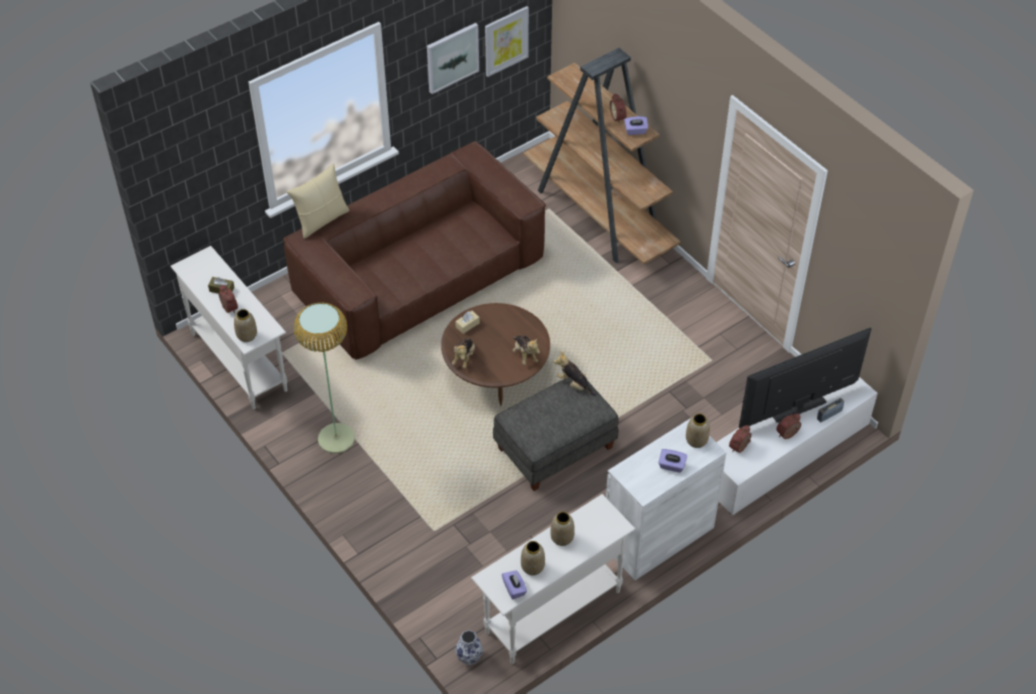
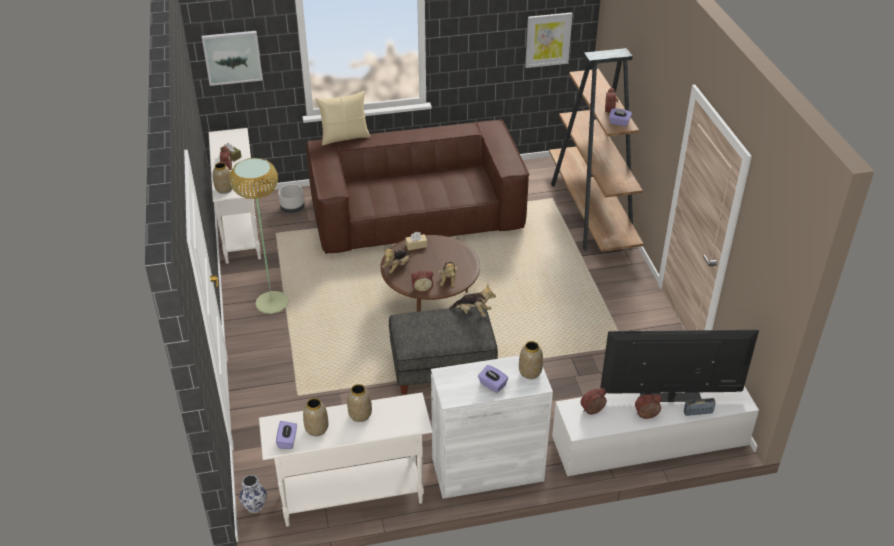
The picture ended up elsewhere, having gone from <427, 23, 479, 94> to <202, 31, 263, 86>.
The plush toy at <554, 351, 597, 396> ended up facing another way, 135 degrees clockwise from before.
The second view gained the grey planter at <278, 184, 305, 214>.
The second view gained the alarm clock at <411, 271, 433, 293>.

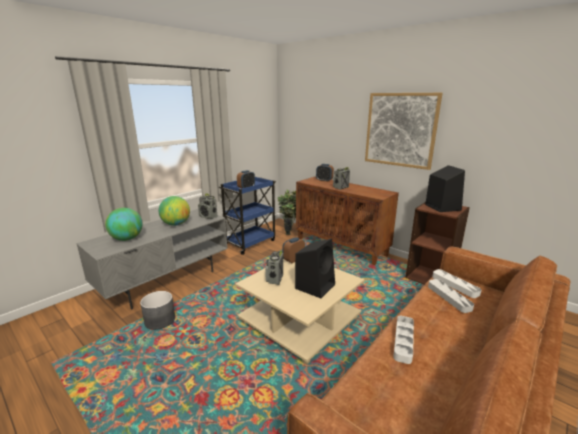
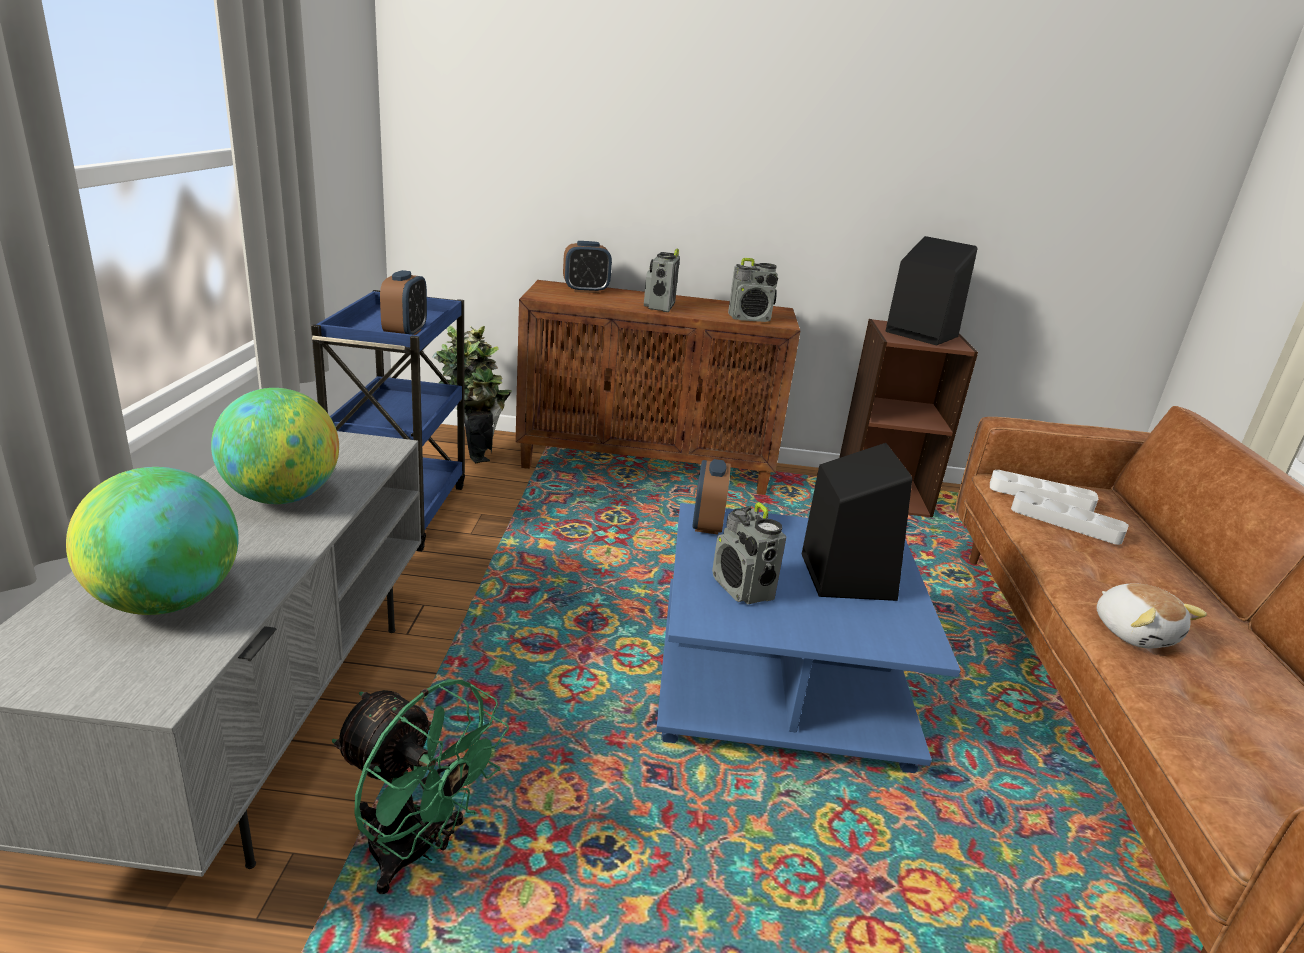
Where the grey planter stood at <140, 291, 175, 330>, the green fan came to stand at <332, 680, 509, 894>.
The radio ended up elsewhere, having gone from <198, 193, 218, 219> to <728, 258, 778, 322>.
What was the beige coffee table at <235, 259, 364, 365> turned into the blue coffee table at <656, 503, 961, 773>.
The second view lost the picture at <365, 93, 442, 170>.
Where the white tray stood at <393, 316, 414, 364>, the plush toy came to stand at <1097, 584, 1207, 648>.

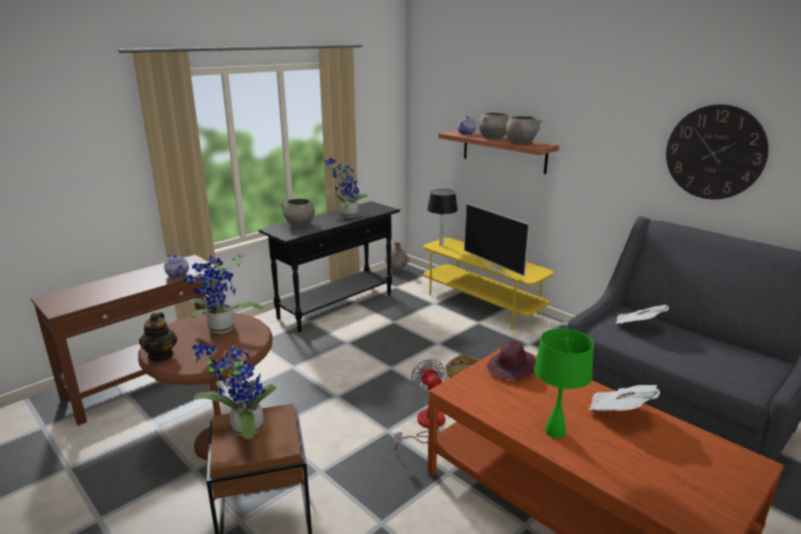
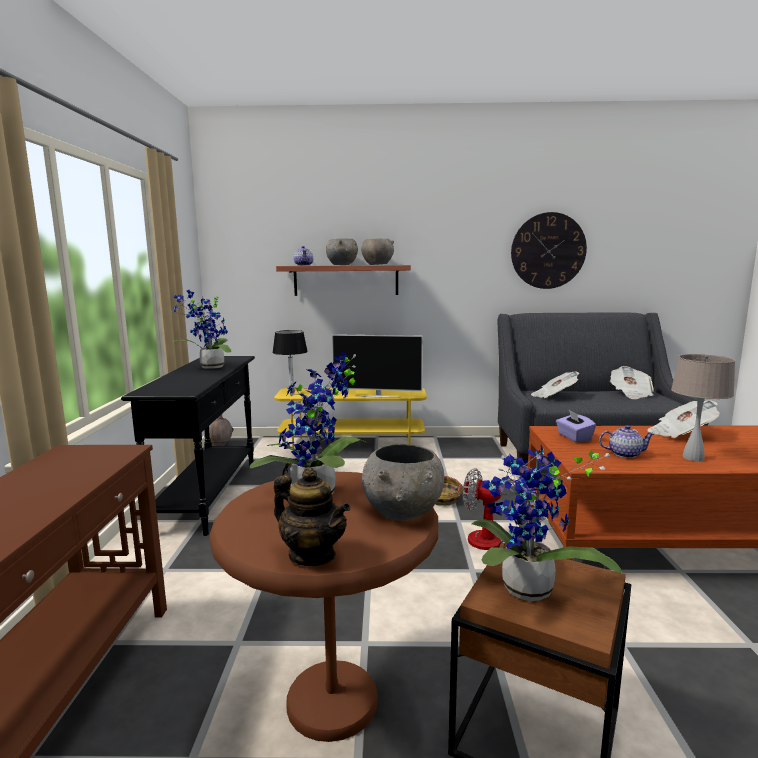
The teapot ended up elsewhere, having gone from <164, 254, 189, 278> to <599, 425, 655, 458>.
The grey bowl ended up elsewhere, having gone from <280, 199, 315, 227> to <362, 444, 444, 521>.
Where the purple hat stood at <486, 342, 536, 380>, the purple tissue box came to stand at <556, 410, 596, 443>.
What was the green table lamp at <534, 328, 594, 438> turned into the beige table lamp at <671, 354, 735, 461>.
The second view gained the newspaper at <610, 366, 654, 399>.

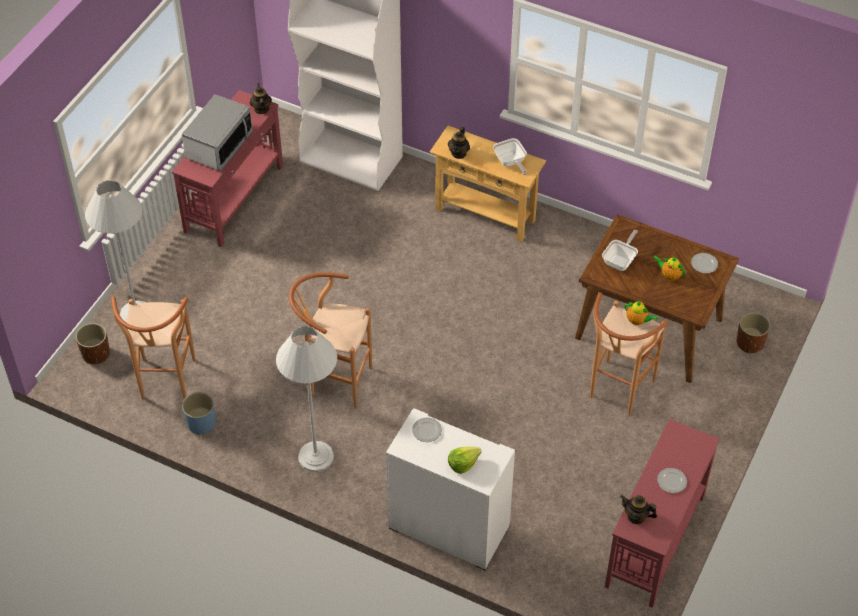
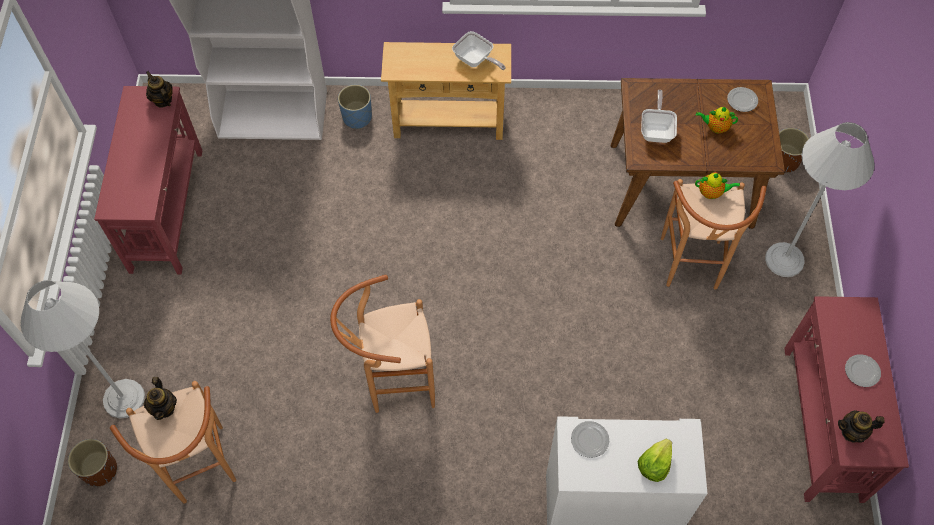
The second view lost the microwave at <182, 94, 252, 171>.
The blue planter ended up elsewhere, having gone from <182, 392, 216, 435> to <338, 85, 372, 129>.
The white floor lamp ended up elsewhere, having gone from <276, 326, 337, 472> to <765, 122, 874, 277>.
The teapot ended up elsewhere, having gone from <448, 127, 470, 159> to <144, 377, 177, 420>.

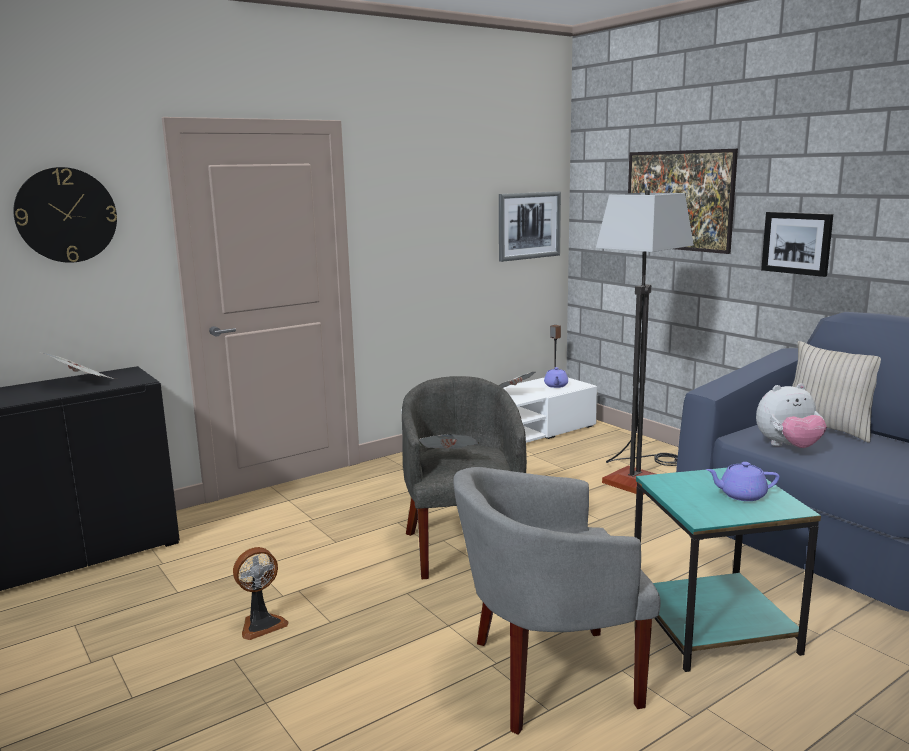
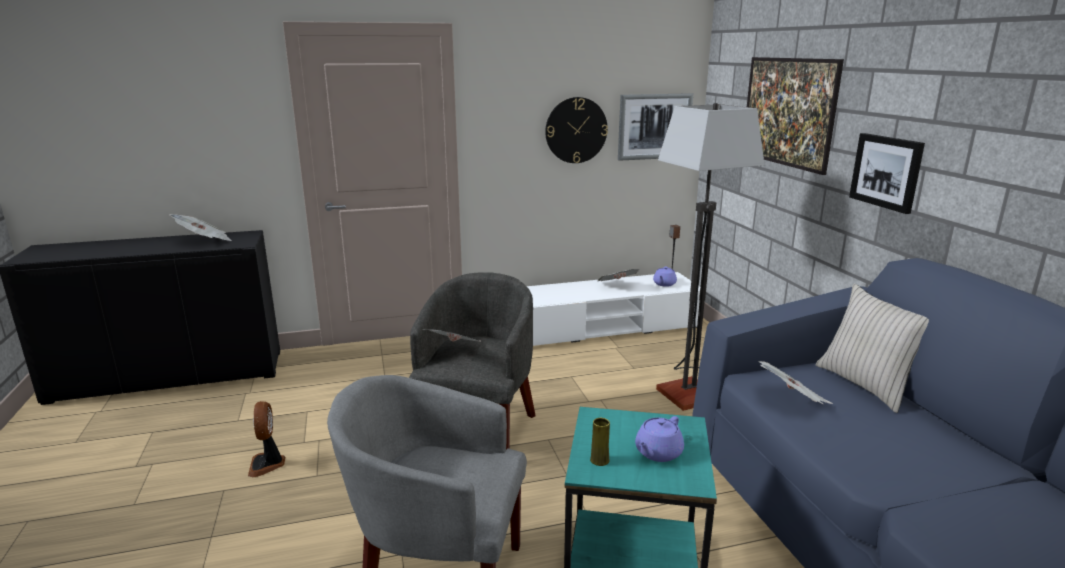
The wall clock ended up elsewhere, having gone from <13, 167, 117, 263> to <545, 97, 608, 163>.
The fan at <233, 547, 289, 640> ended up facing another way, 90 degrees clockwise from before.
The purple teapot at <706, 462, 779, 501> ended up facing another way, 75 degrees counterclockwise from before.
Where the plush toy stood at <756, 383, 827, 448>, the newspaper came to stand at <758, 361, 833, 404>.
The second view gained the yellow vase at <590, 418, 610, 466>.

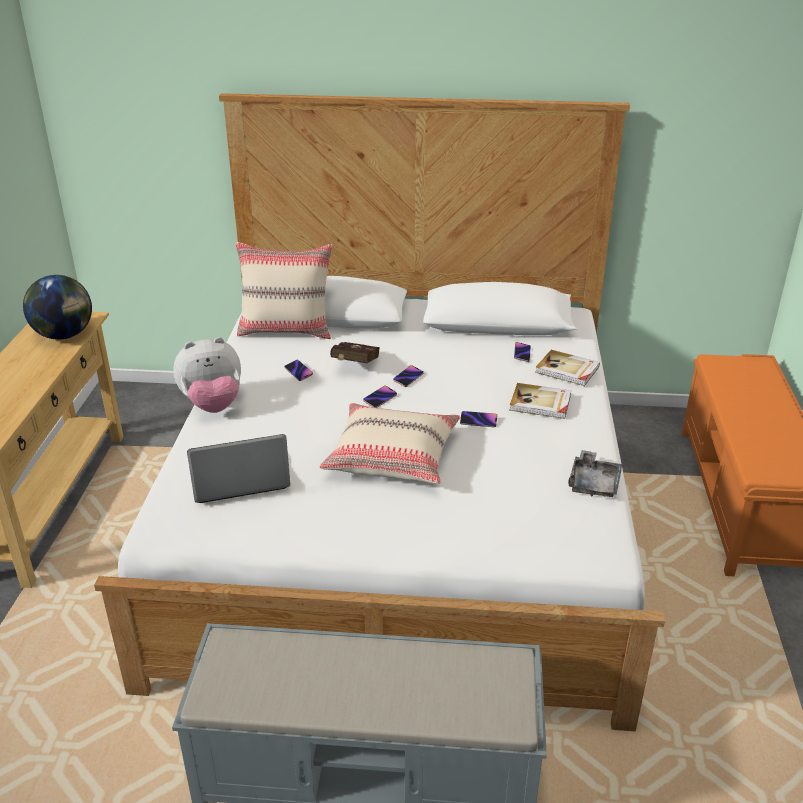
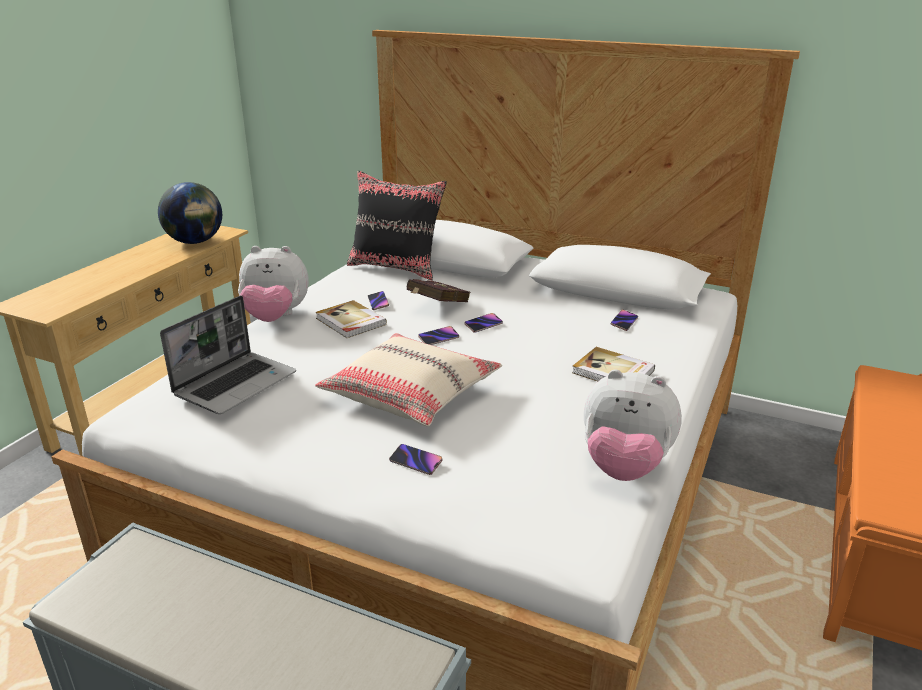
The laptop at <187, 434, 290, 503> ended up facing another way, 120 degrees clockwise from before.
What was the beige pillow at <236, 242, 332, 339> turned into the black pillow at <347, 171, 447, 280>.
The phone ended up elsewhere, having gone from <460, 411, 497, 427> to <389, 444, 443, 475>.
The book ended up elsewhere, having gone from <535, 350, 600, 386> to <315, 300, 387, 338>.
Where the grey tray stood at <568, 450, 622, 497>, the plush toy came to stand at <584, 369, 682, 481>.

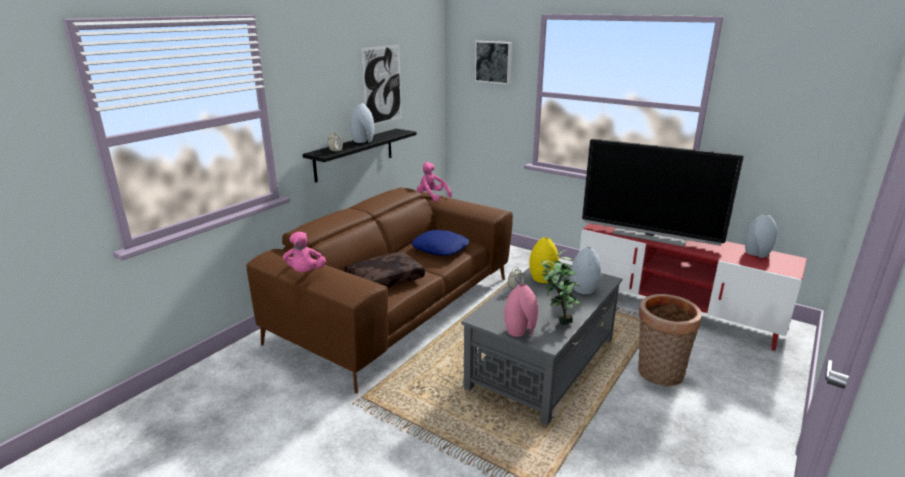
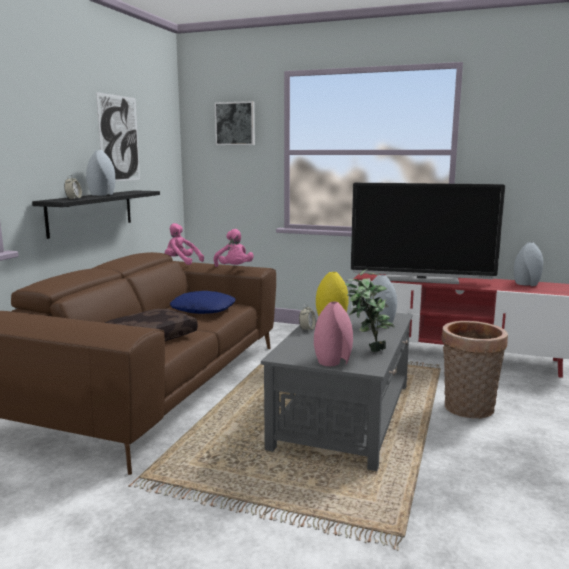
The pink plush toy ended up elsewhere, having gone from <283, 232, 326, 272> to <214, 229, 254, 267>.

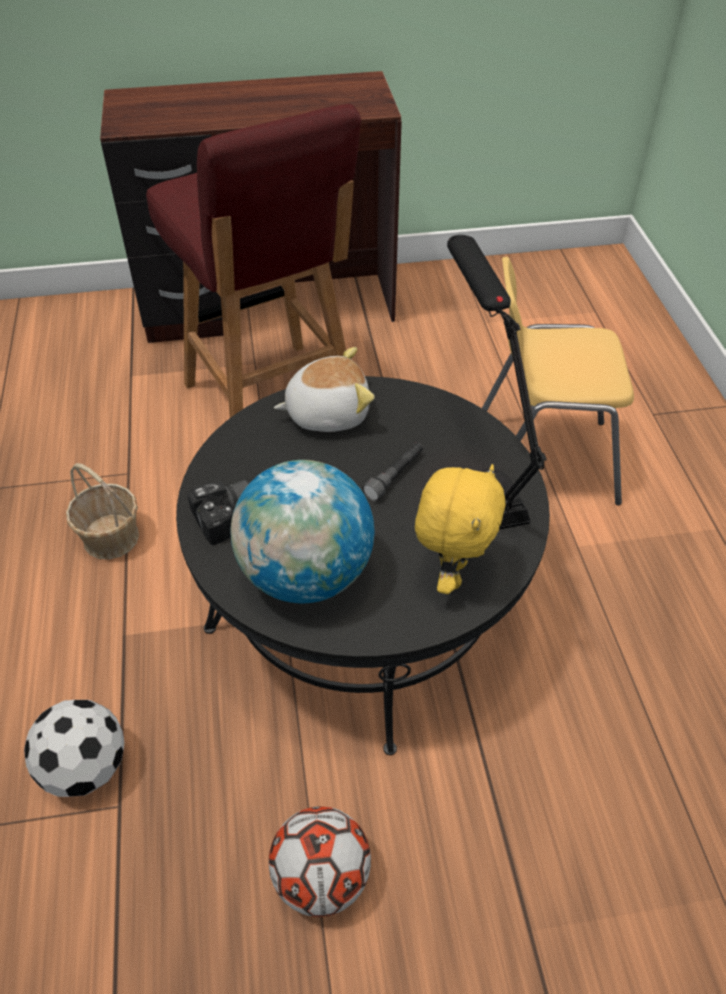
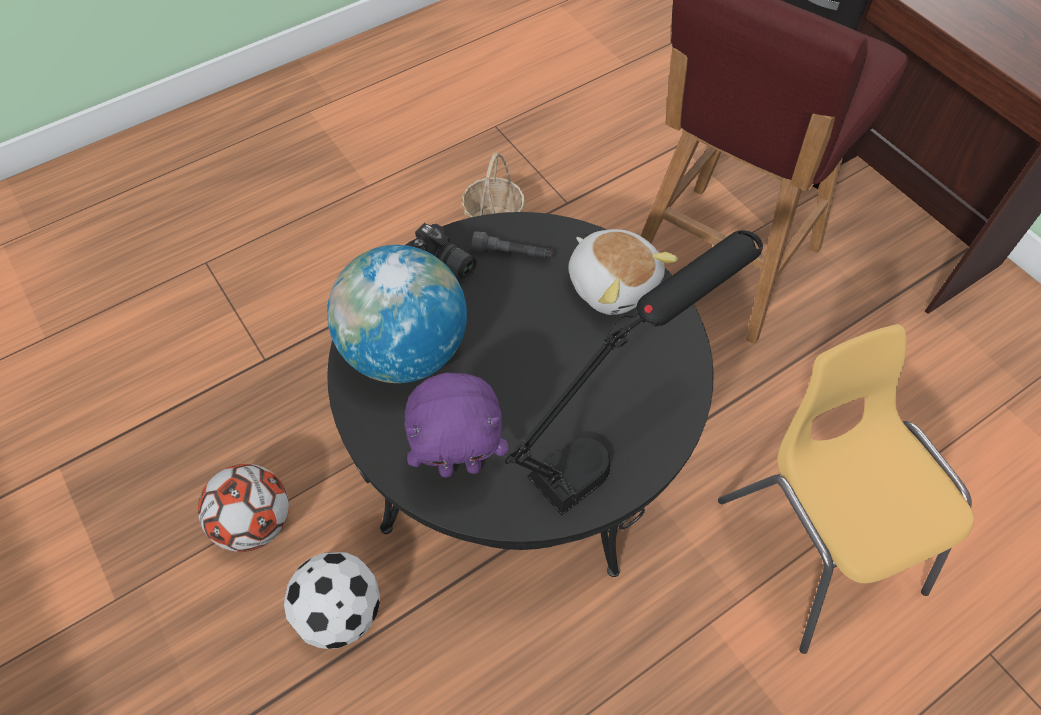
The football ended up elsewhere, having gone from <24, 700, 124, 797> to <284, 552, 380, 649>.
The grey flashlight ended up elsewhere, having gone from <362, 442, 423, 501> to <471, 231, 553, 260>.
What was the yellow plush toy at <415, 464, 506, 594> turned into the purple plush toy at <404, 373, 509, 477>.

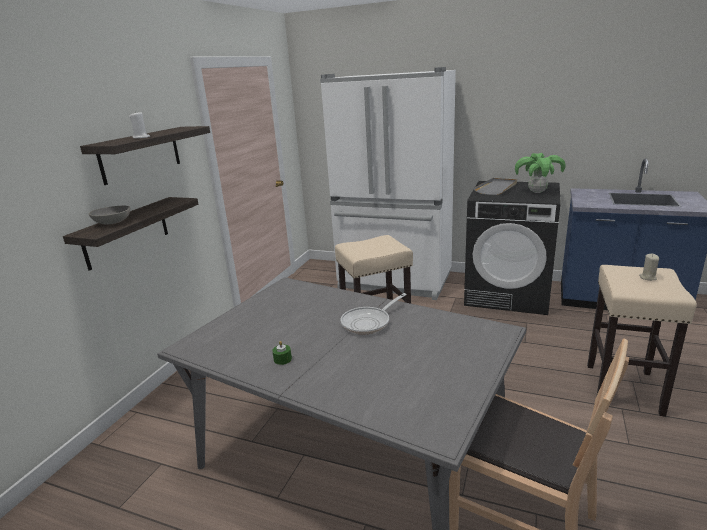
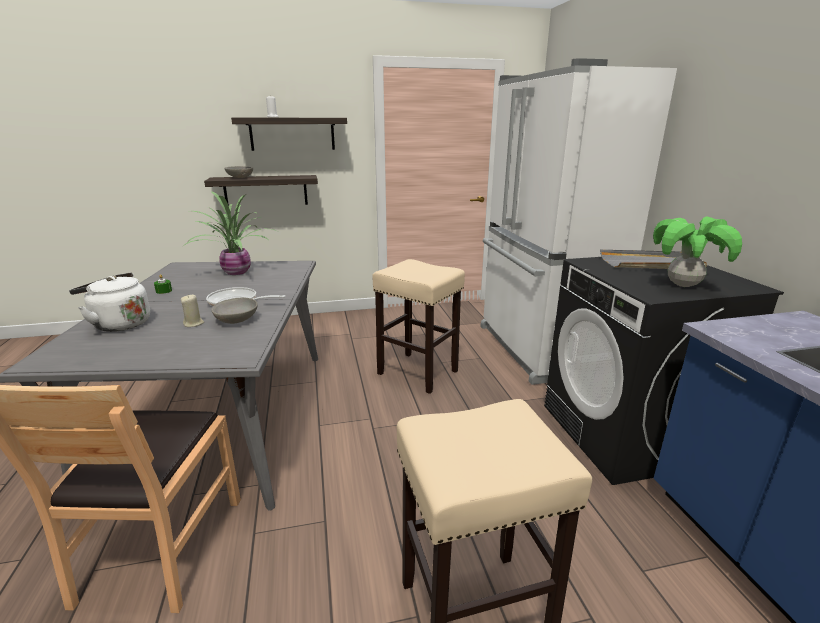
The beige candle ended up elsewhere, having gone from <639, 254, 659, 281> to <181, 295, 204, 327>.
The second view gained the white kettle at <69, 272, 150, 332>.
The second view gained the potted plant at <185, 192, 277, 275>.
The second view gained the grey bowl at <211, 298, 258, 324>.

